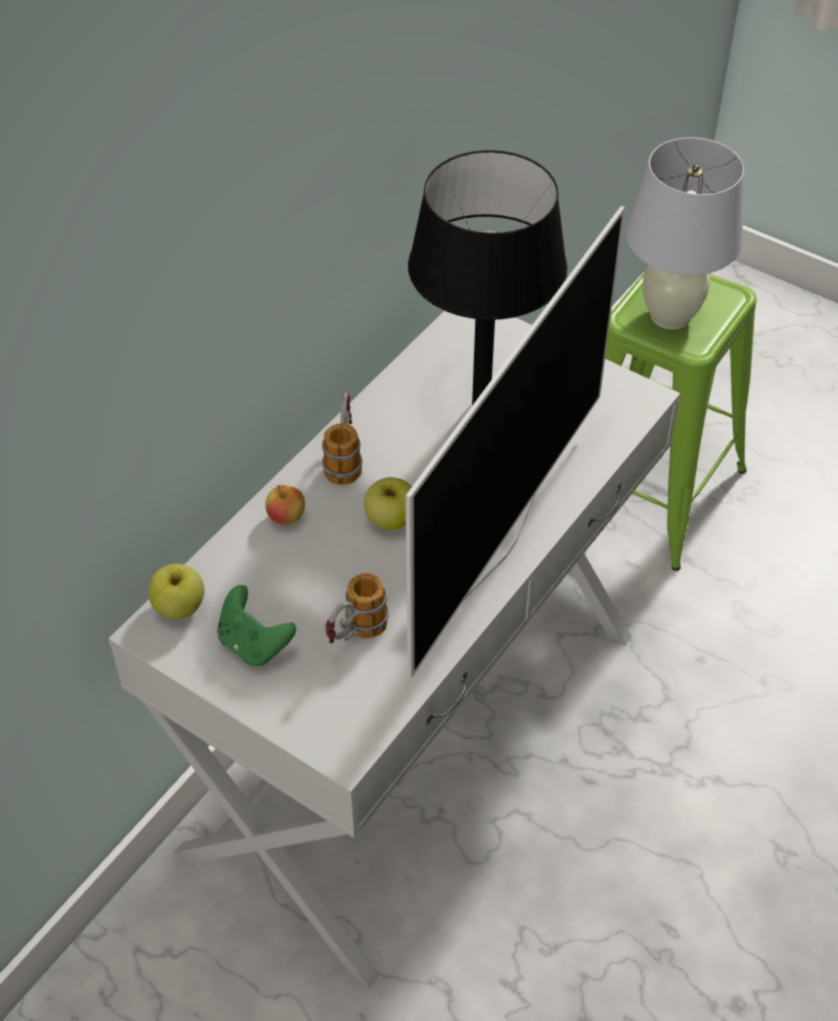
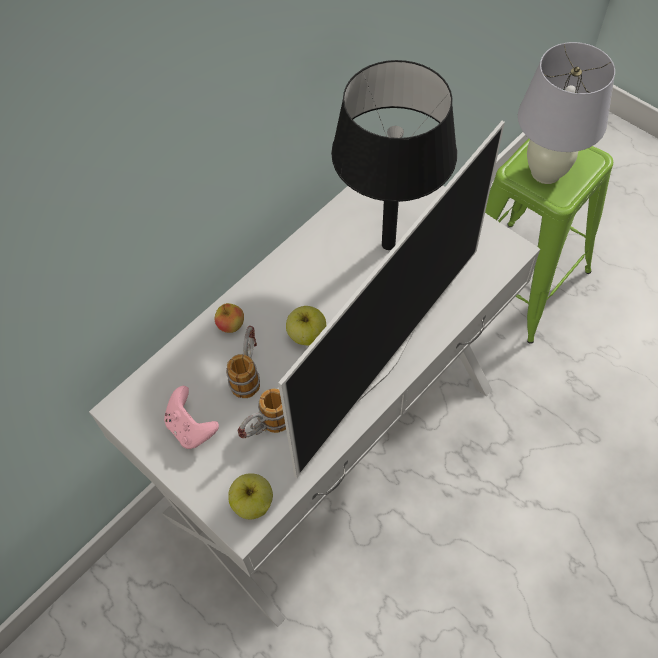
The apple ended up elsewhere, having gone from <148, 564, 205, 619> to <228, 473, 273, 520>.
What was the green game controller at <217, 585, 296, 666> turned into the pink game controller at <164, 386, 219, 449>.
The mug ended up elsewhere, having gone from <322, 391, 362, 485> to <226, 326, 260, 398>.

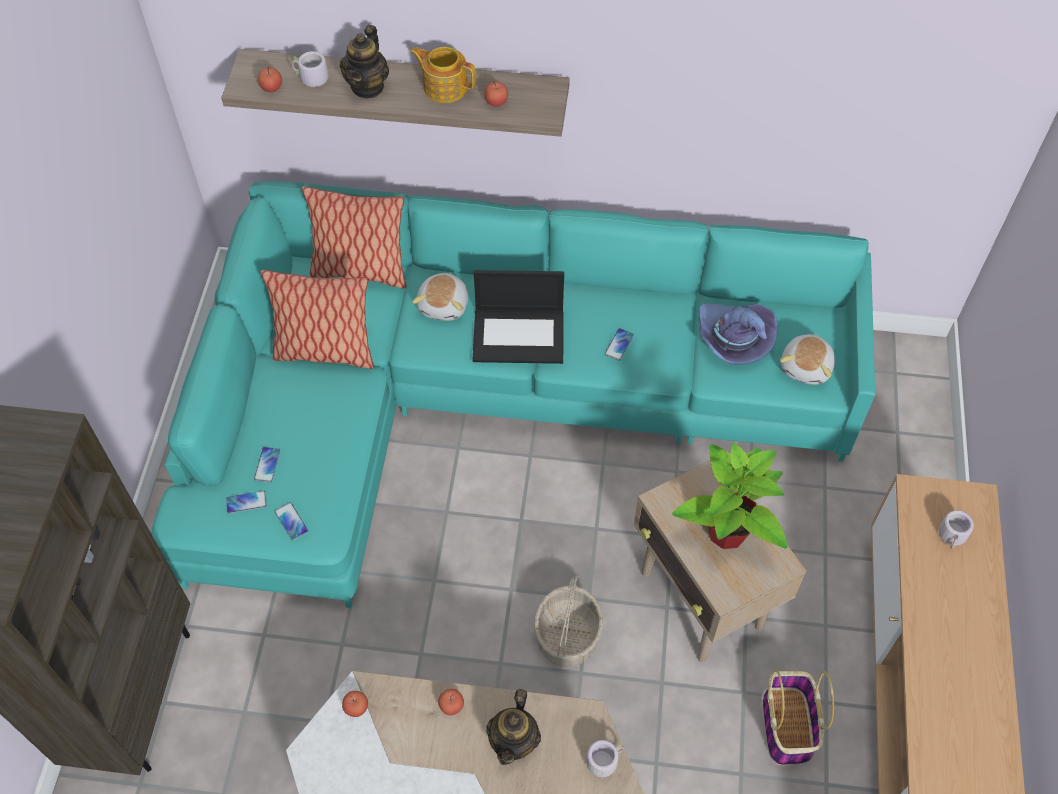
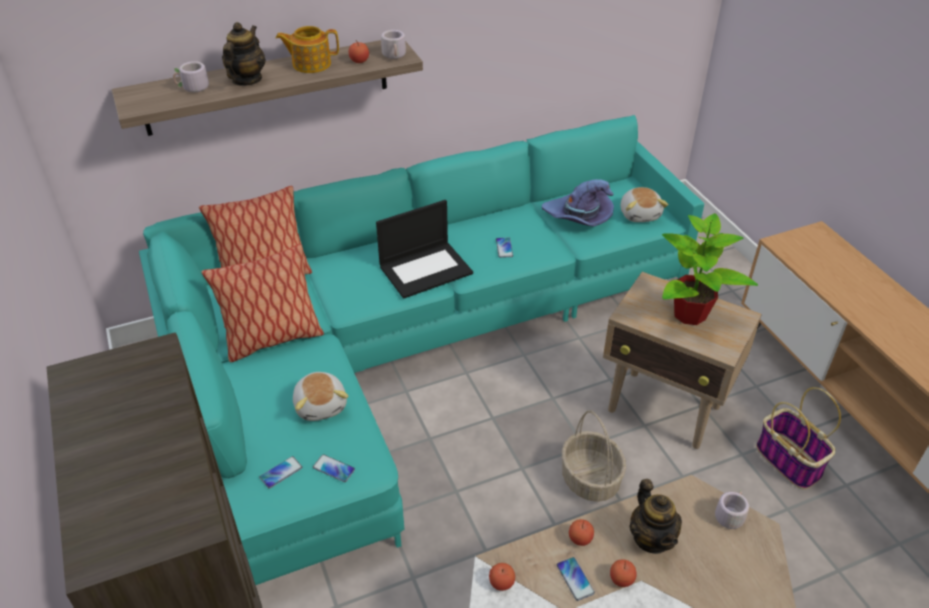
The phone ended up elsewhere, having gone from <254, 447, 281, 482> to <557, 557, 595, 601>.
The apple ended up elsewhere, having gone from <258, 66, 282, 92> to <610, 559, 636, 587>.
The teapot at <340, 25, 389, 98> ended up facing another way, 150 degrees counterclockwise from before.
The plush toy ended up elsewhere, having gone from <412, 272, 468, 321> to <293, 372, 348, 421>.
The grey mug ended up elsewhere, having gone from <939, 510, 974, 549> to <381, 30, 406, 59>.

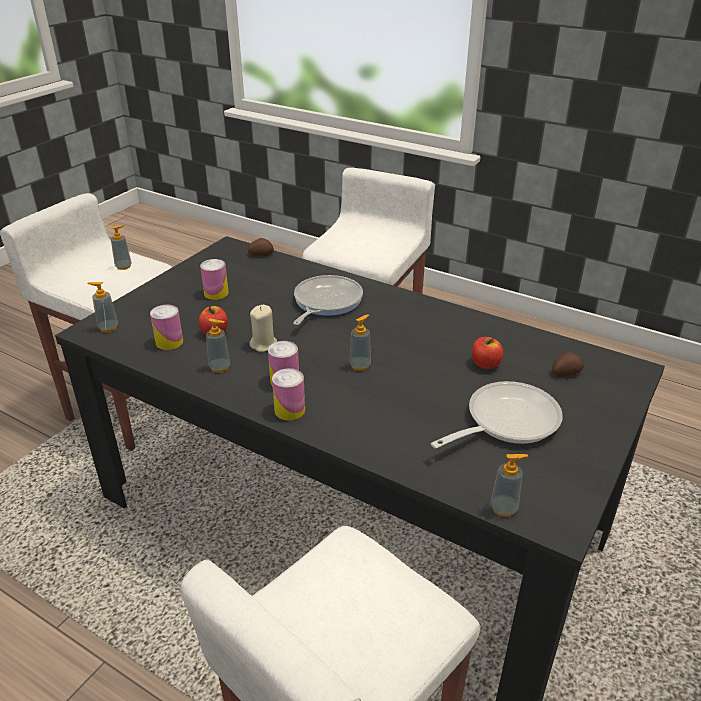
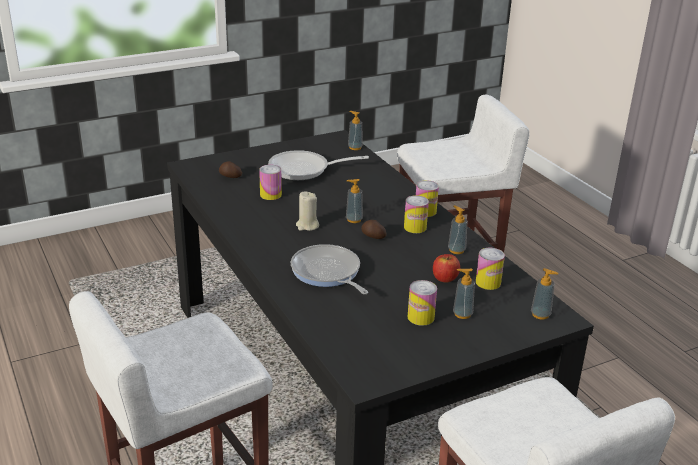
The soap dispenser ended up elsewhere, having gone from <111, 225, 132, 270> to <453, 269, 475, 319>.
The potato ended up elsewhere, having gone from <248, 238, 274, 256> to <361, 220, 387, 239>.
The beige candle ended up elsewhere, having gone from <250, 305, 277, 352> to <296, 192, 319, 231>.
The frying pan at <293, 275, 363, 325> ended up facing another way, 90 degrees clockwise from before.
Where the apple stood at <472, 337, 503, 369>, the can came to stand at <259, 165, 282, 200>.

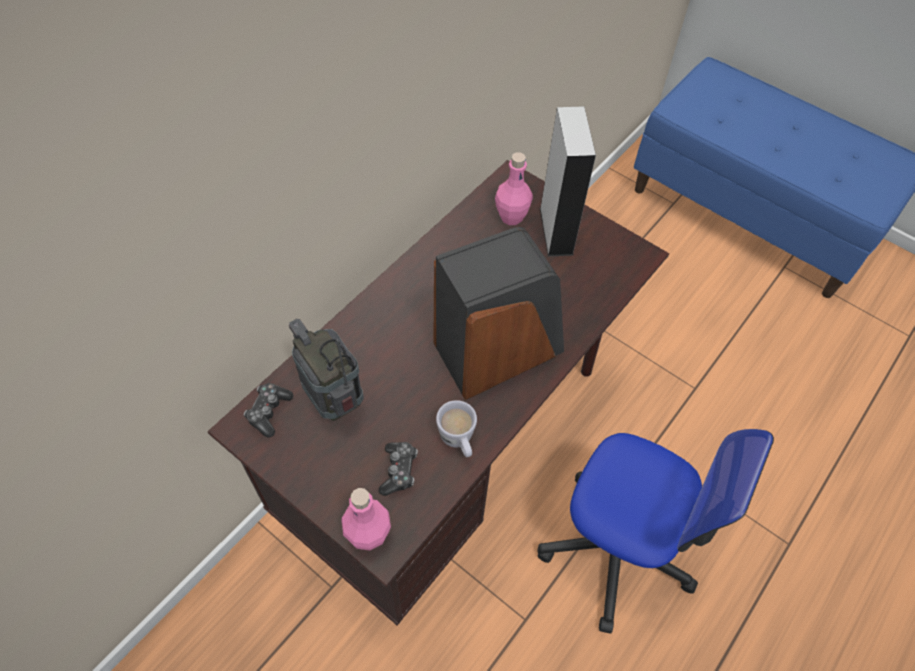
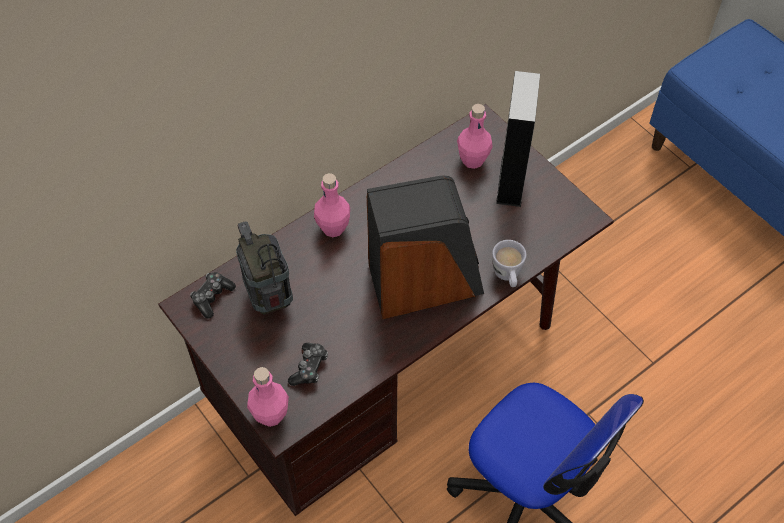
The white mug ended up elsewhere, having gone from <436, 400, 477, 457> to <492, 240, 527, 287>.
The second view gained the pink bottle at <314, 173, 350, 237>.

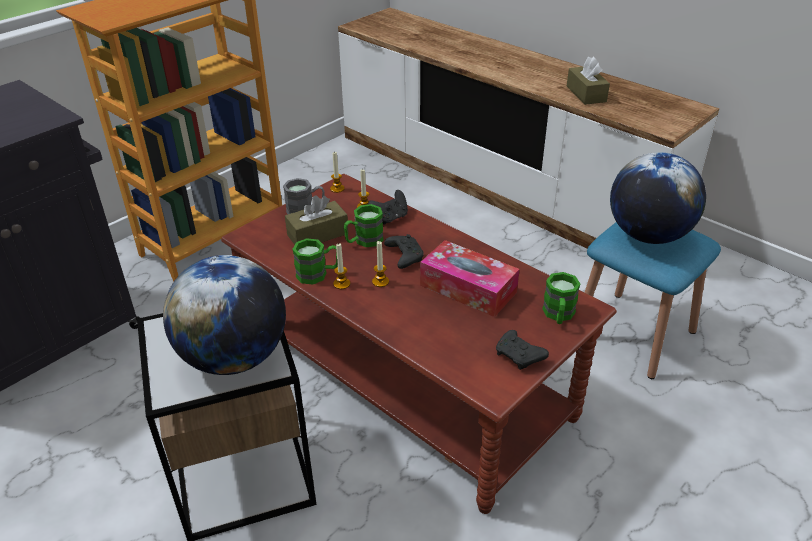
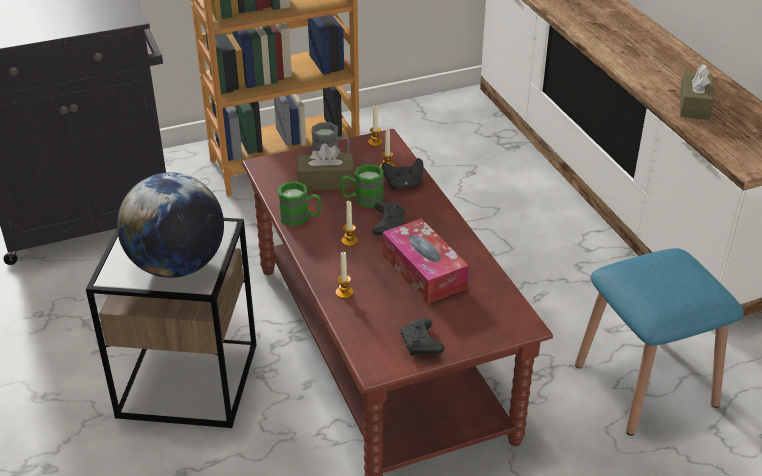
The candle ended up elsewhere, having gone from <333, 243, 350, 289> to <336, 252, 353, 299>.
The second view lost the green mug at <542, 272, 580, 324>.
The second view lost the globe at <610, 152, 706, 244>.

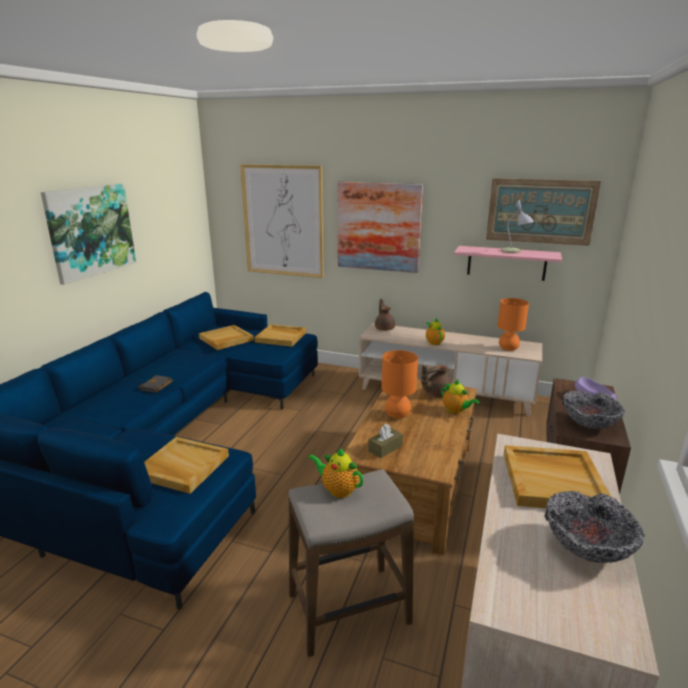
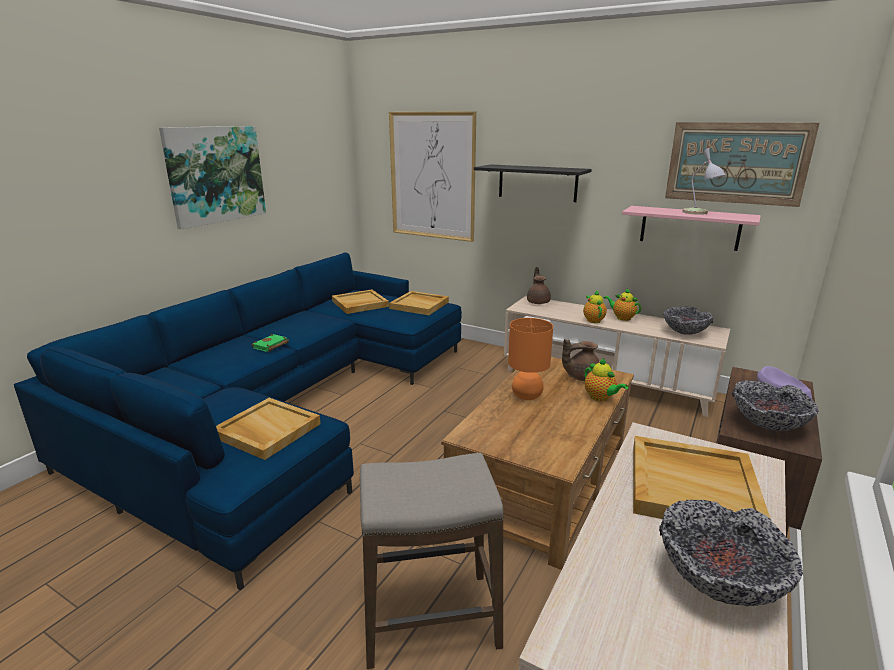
What was the black book at <139, 375, 173, 393> turned into the green book at <251, 334, 289, 352>.
The teapot ended up elsewhere, having gone from <308, 447, 364, 498> to <604, 288, 641, 321>.
Where the picture hung at <338, 182, 423, 273>, the black shelf came to hang at <474, 164, 592, 202>.
The second view lost the brown tissue box at <368, 424, 403, 458>.
Where the orange table lamp stood at <497, 298, 529, 351>, the bowl came to stand at <664, 306, 713, 335>.

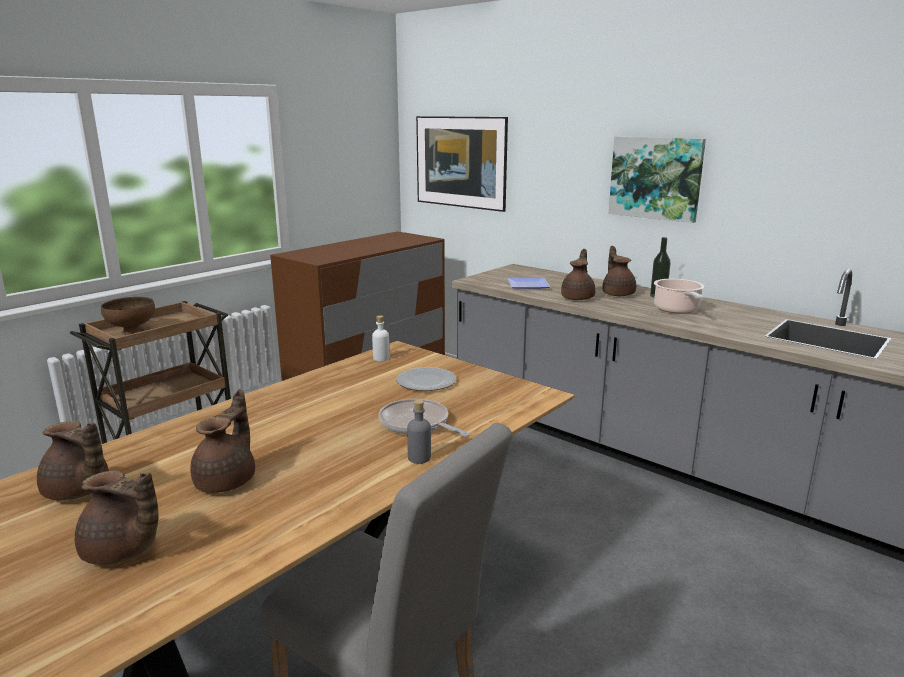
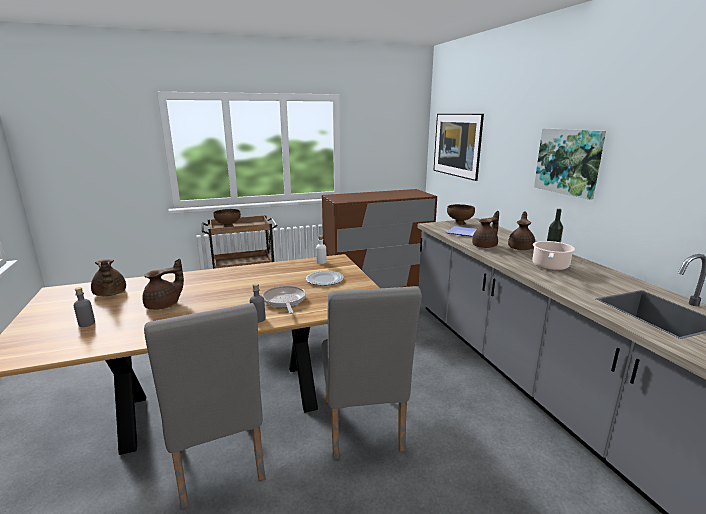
Where the brown teapot stood at <75, 470, 159, 565>, the grey bottle came to stand at <74, 287, 95, 327>.
The second view gained the grey chair at <322, 286, 422, 460>.
The second view gained the brown bowl at <447, 204, 475, 225>.

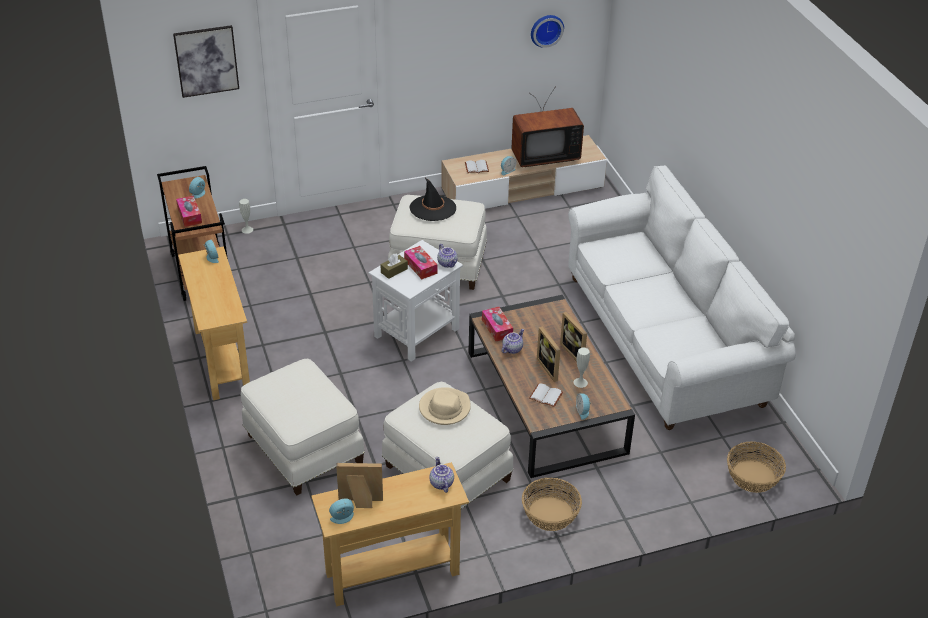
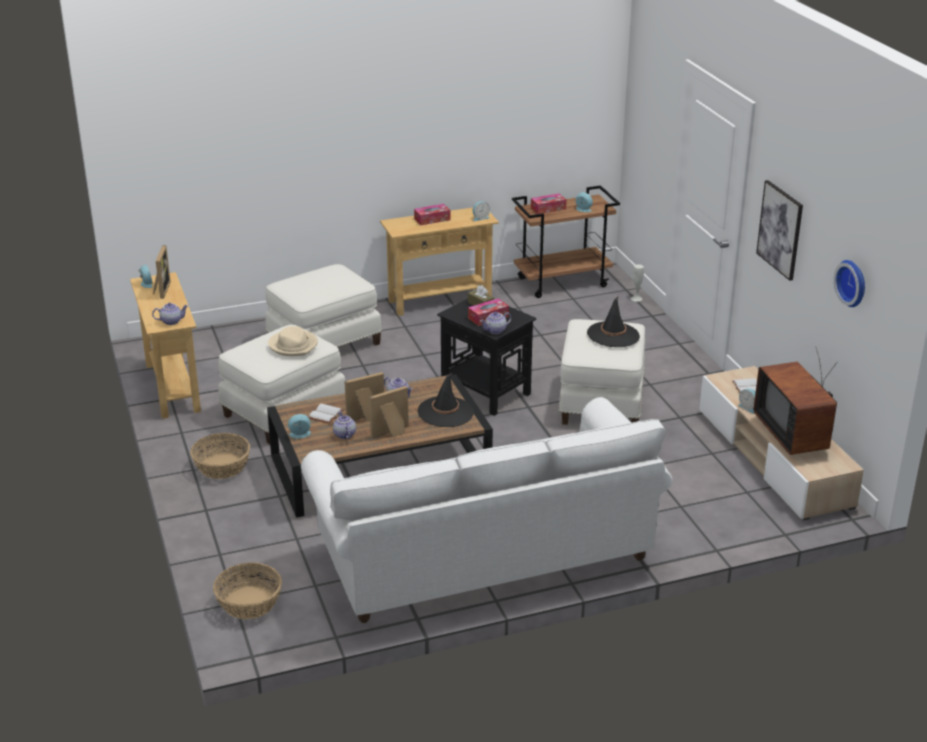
The picture ended up elsewhere, having gone from <173, 25, 239, 98> to <756, 180, 803, 281>.
What was the white side table at <369, 240, 463, 362> turned into the black side table at <437, 299, 536, 416>.
The tissue box ended up elsewhere, having gone from <482, 307, 513, 341> to <414, 204, 450, 225>.
Where the white vase stood at <573, 348, 590, 388>, the teapot came to stand at <333, 411, 356, 439>.
The second view gained the black hat at <417, 372, 474, 427>.

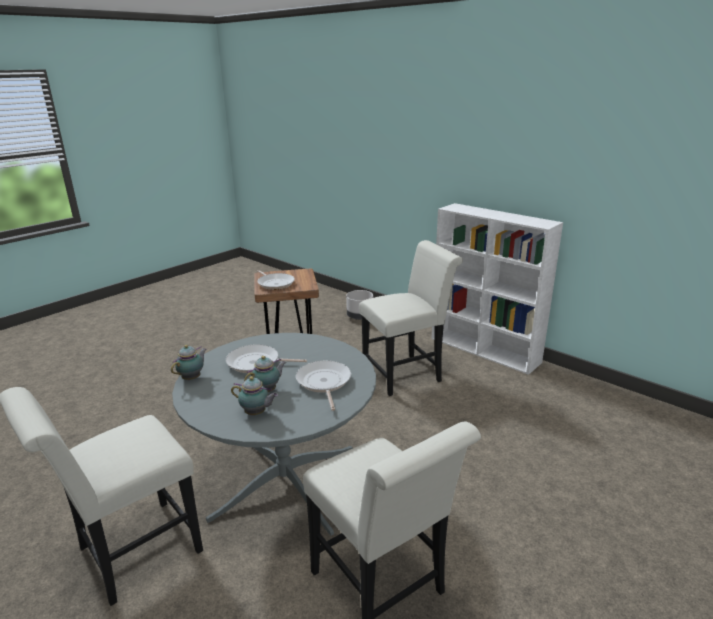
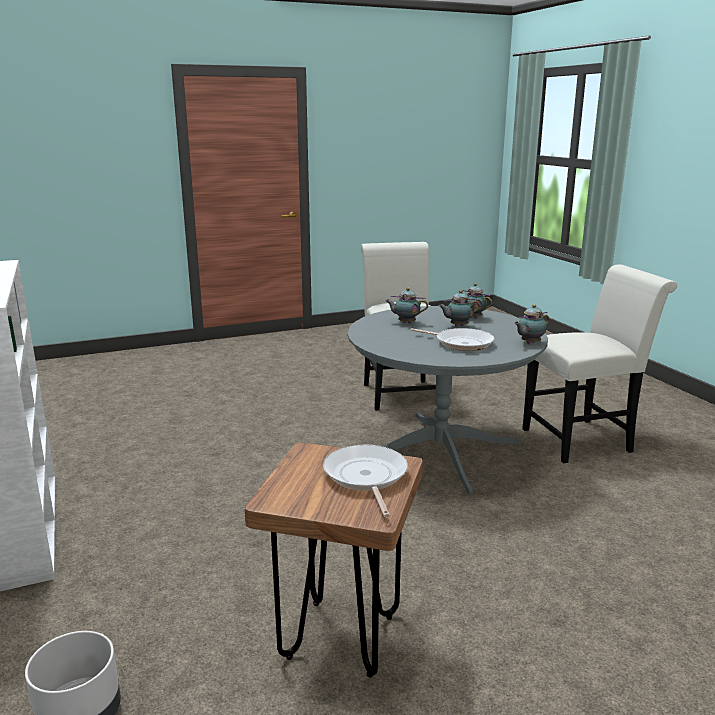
Where the frying pan stood at <296, 360, 351, 411>, the teapot came to stand at <386, 287, 428, 323>.
The second view lost the white chair at <359, 240, 463, 396>.

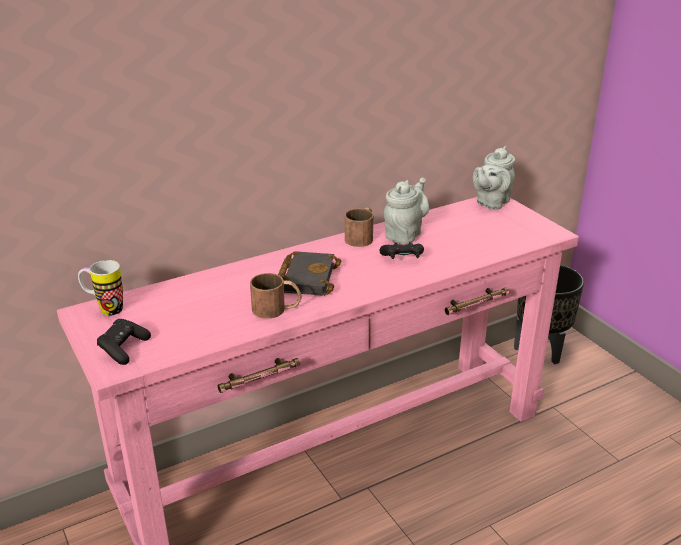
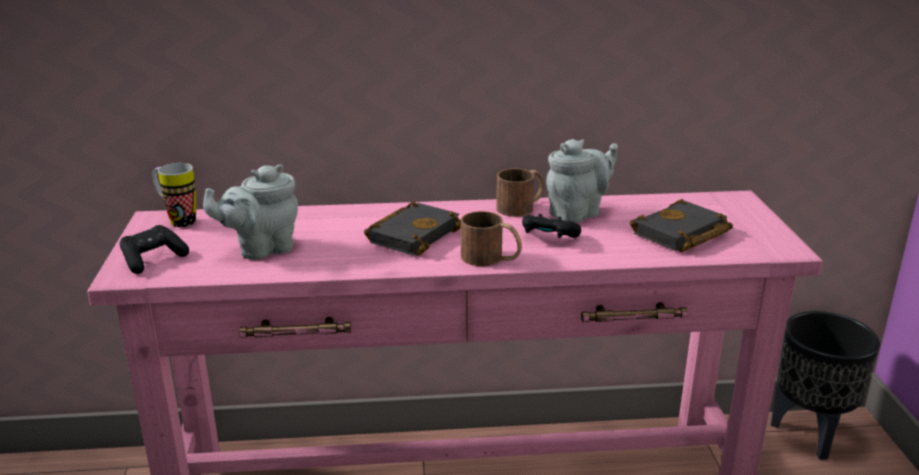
The brown mug ended up elsewhere, having gone from <250, 273, 302, 319> to <461, 211, 522, 266>.
The grey teapot ended up elsewhere, having gone from <473, 146, 515, 210> to <203, 164, 298, 260>.
The second view gained the black book at <630, 199, 733, 252>.

